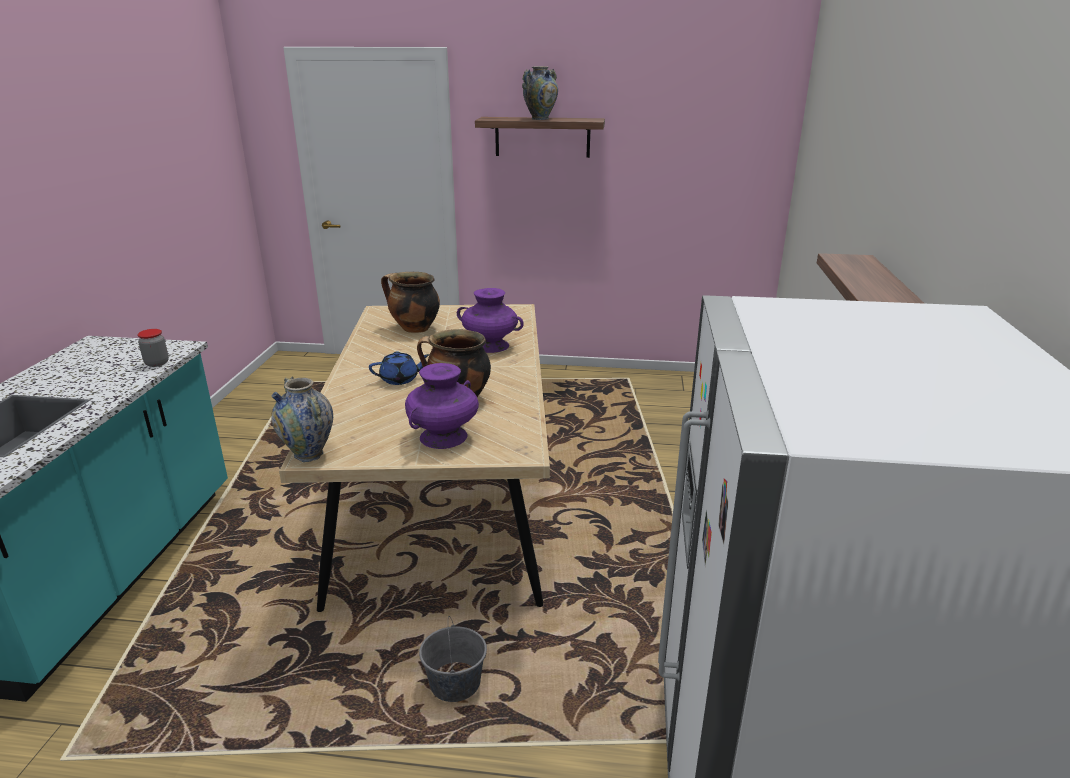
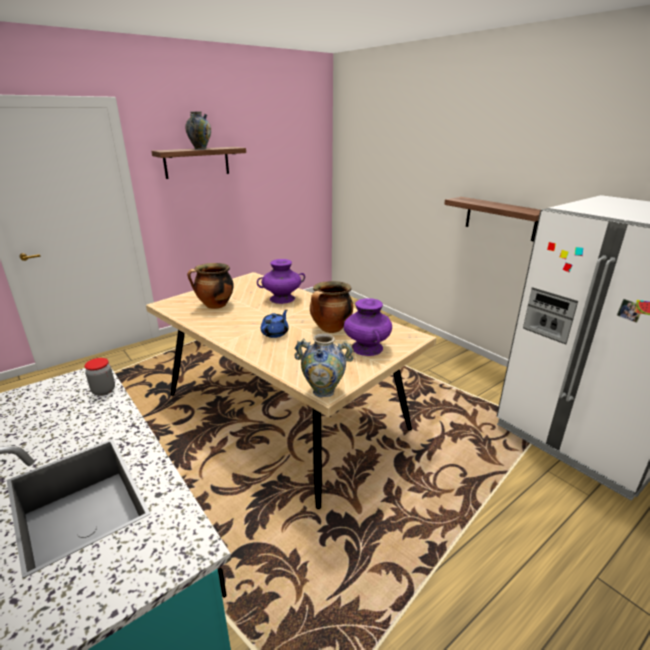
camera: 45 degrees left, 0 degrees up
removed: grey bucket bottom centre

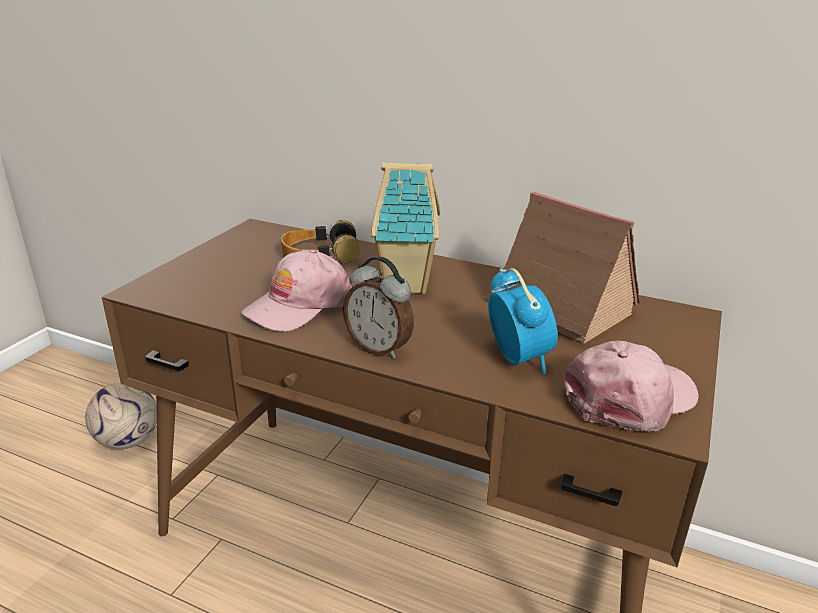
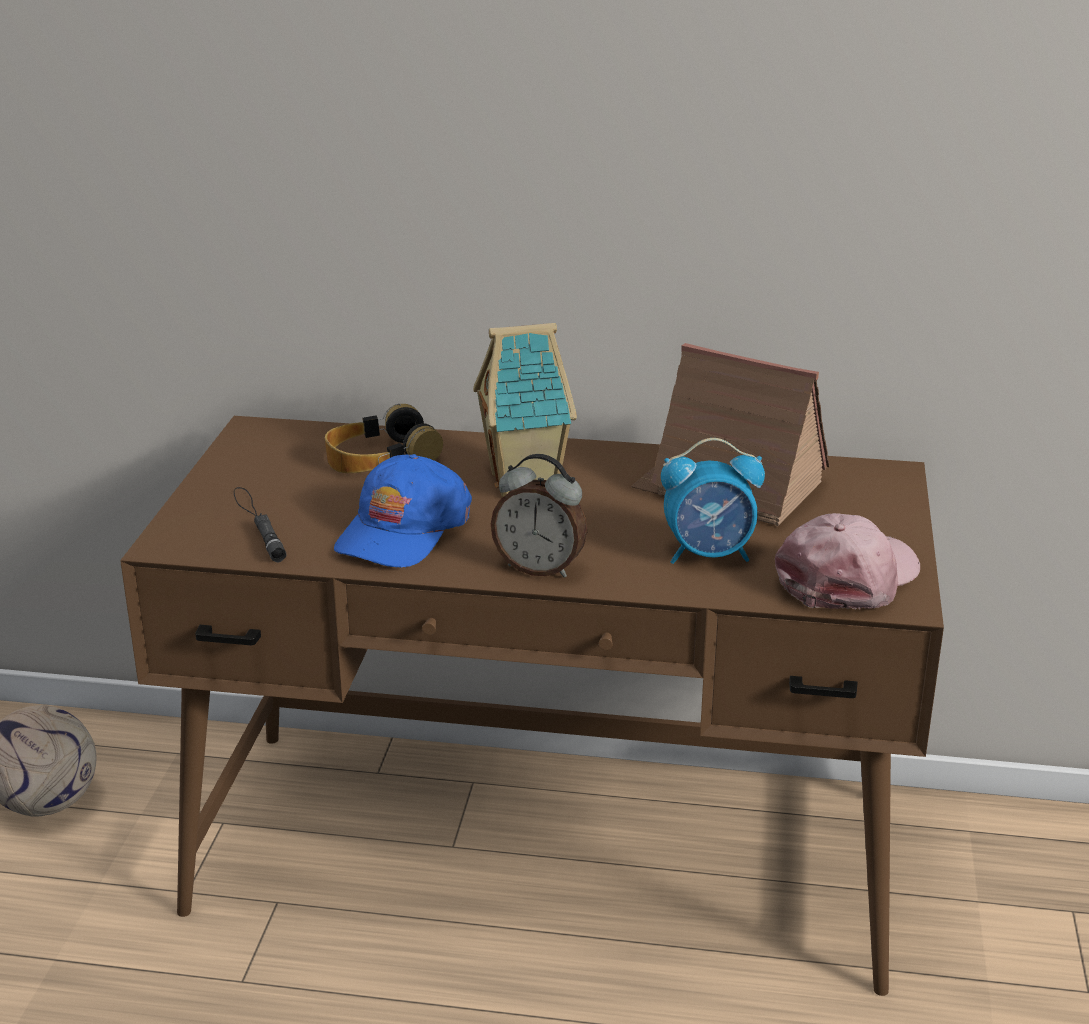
camera: 15 degrees left, 0 degrees up
added: black flashlight middle left
recoloured: pink cap (1st from left) centre to blue cap centre
turned: alarm clock (2nd from left) centre = centre 120 degrees clockwise

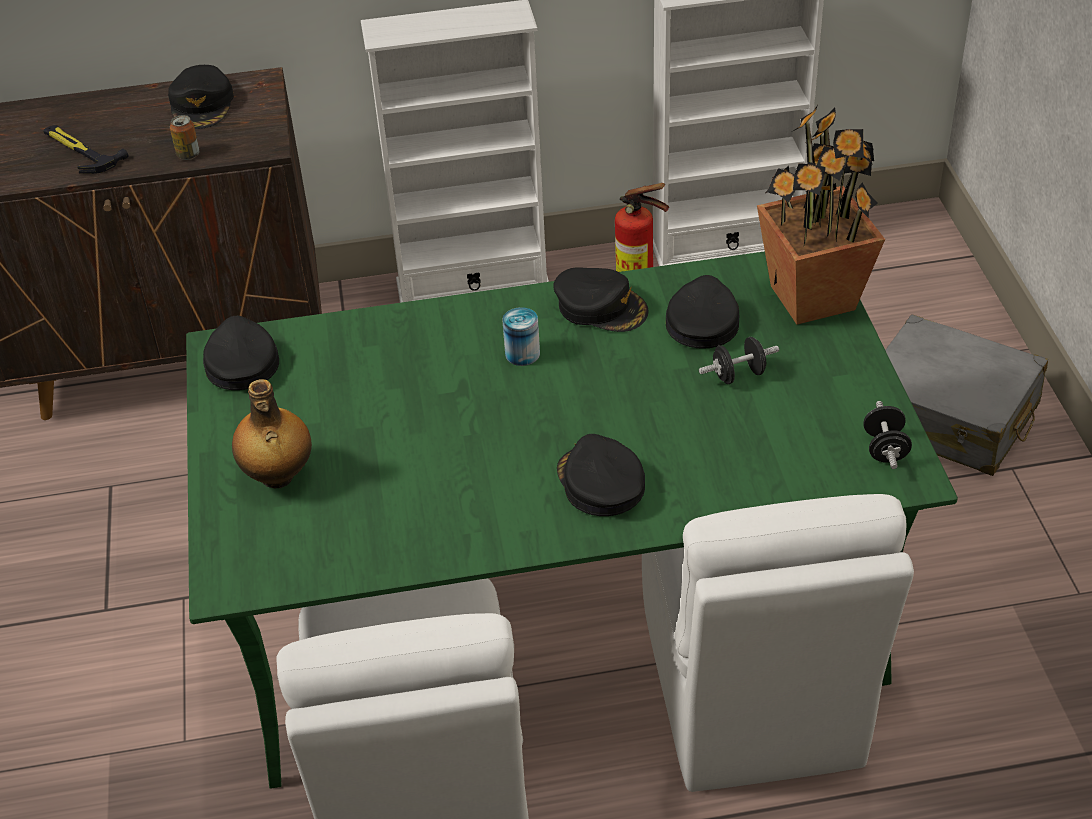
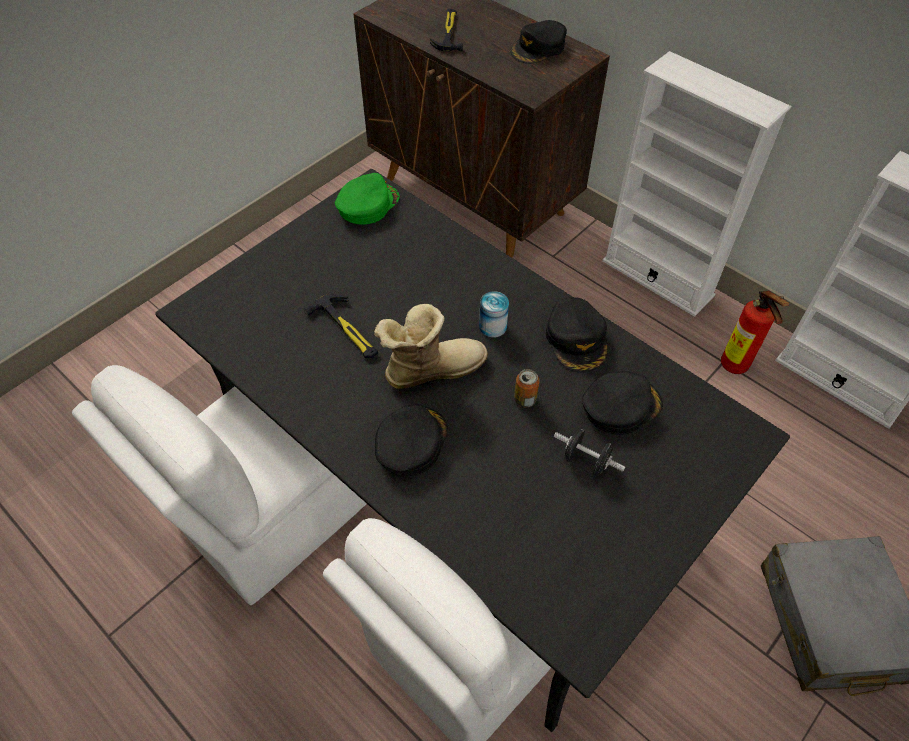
camera: 50 degrees right, 10 degrees up
removed: potted plant top right; bottle middle left; black dumbbell (2nd from left) middle right
added: hammer (1st from left) centre; boot centre
moved: can (1st from left in the first image) top left to can (2nd from left) centre
recoloured: green dining table centre to black dining table centre; black cap (2nd from left) middle left to green cap top centre

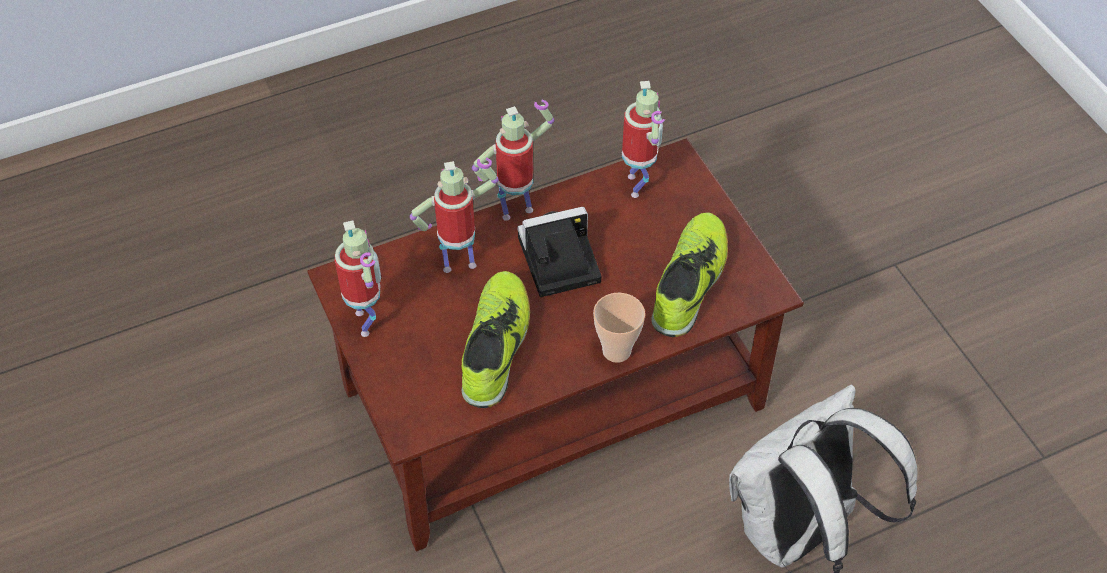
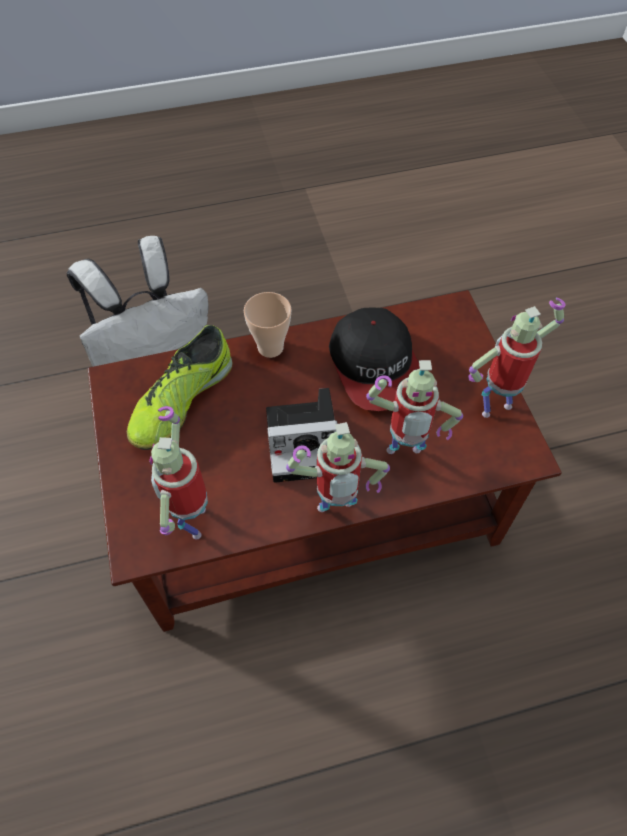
camera: 170 degrees left, 5 degrees up
replaced: shoe (1st from left) centre to cap centre
turned: toy robot (1st from left in the first image) middle left = middle right 75 degrees clockwise

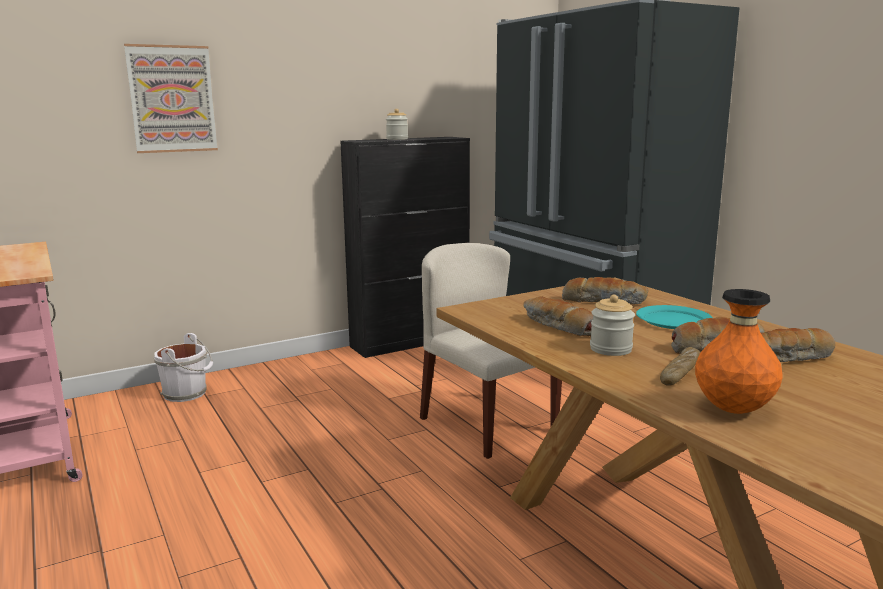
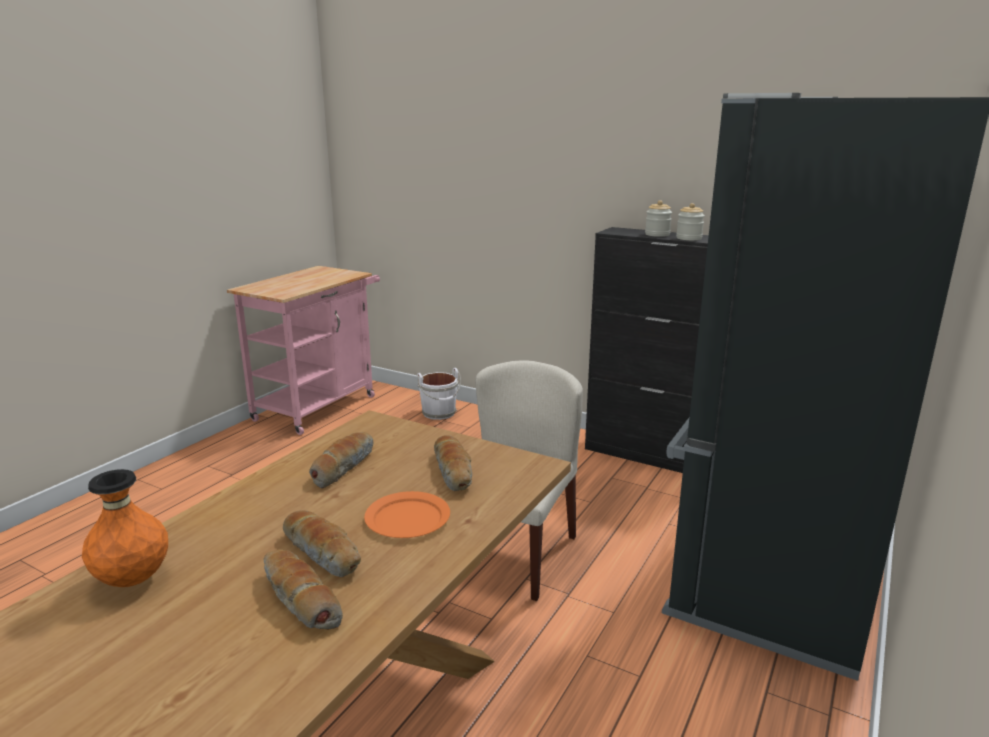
camera: 60 degrees right, 5 degrees up
removed: picture top left; bread (3rd from left) middle right
moved: jar (2nd from left) middle right to top right
recoloured: turquoise plate middle right to orange plate bottom centre

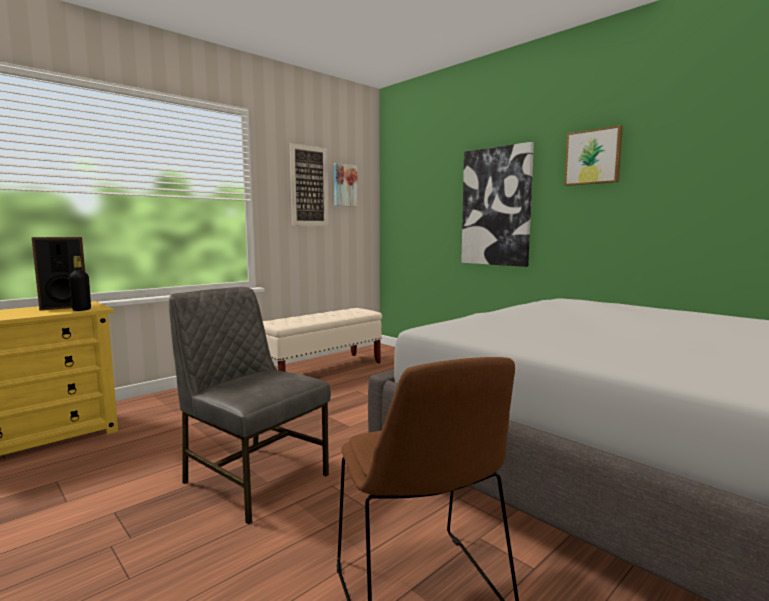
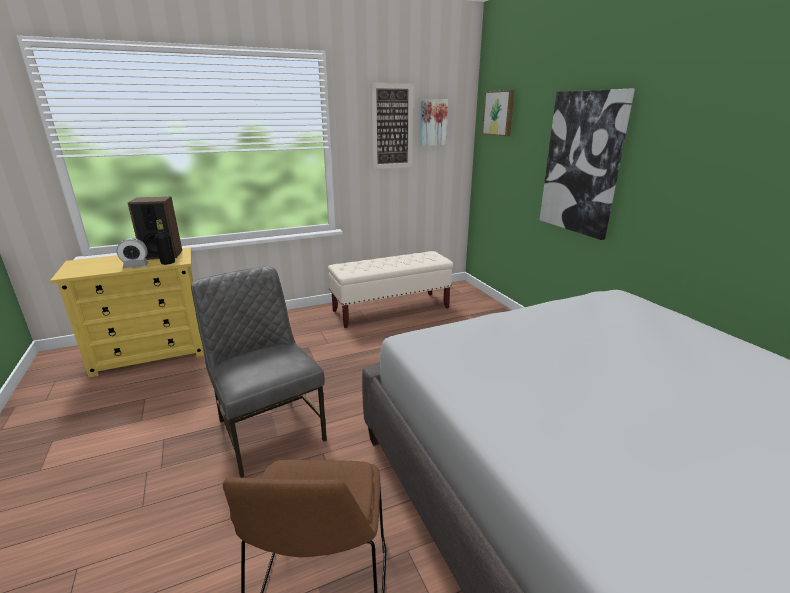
camera: 20 degrees right, 15 degrees up
added: alarm clock middle left
moved: picture (4th from left in the first image) top right to picture (3rd from left) top centre

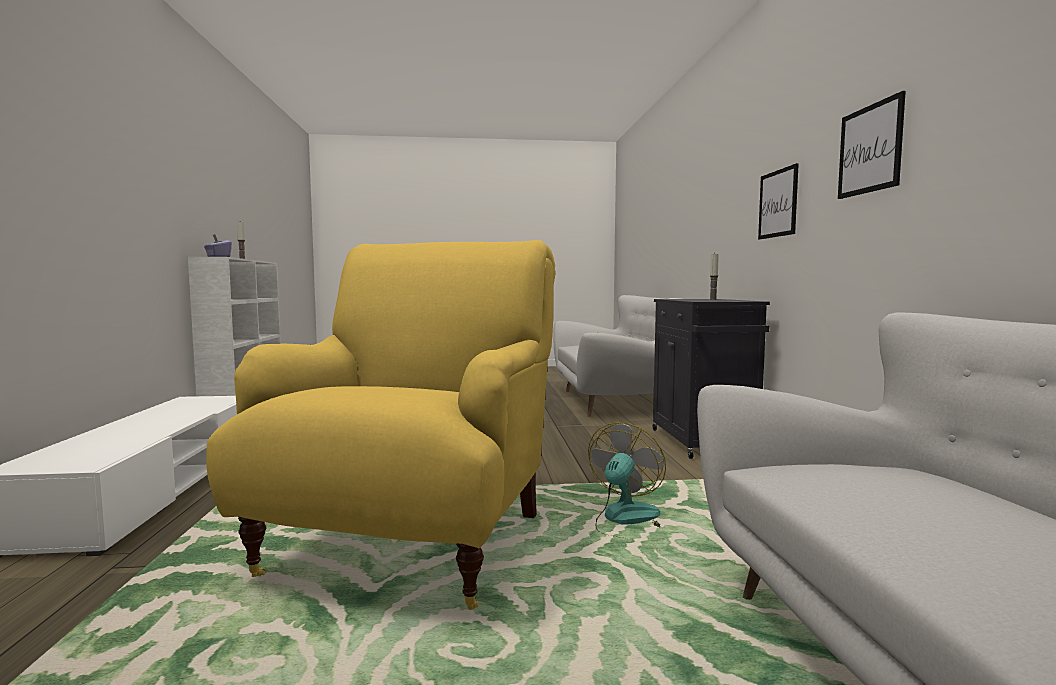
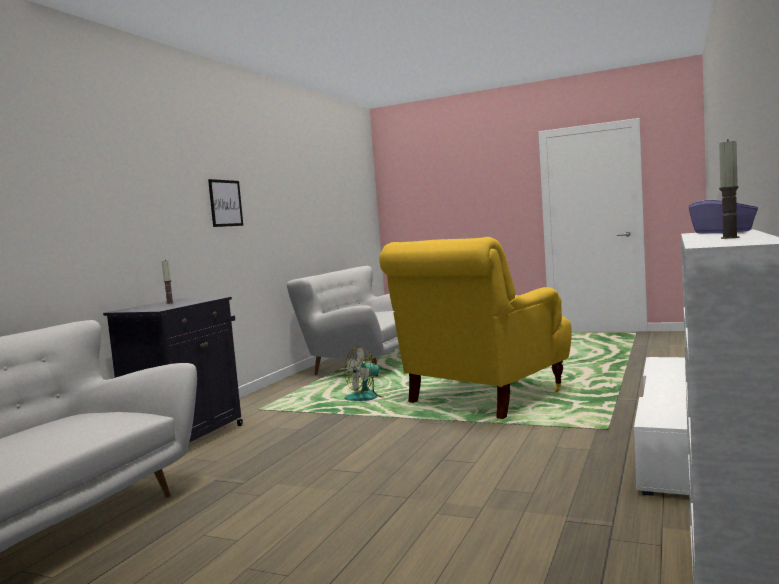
camera: 150 degrees left, 0 degrees up
removed: picture (1st from left) top right

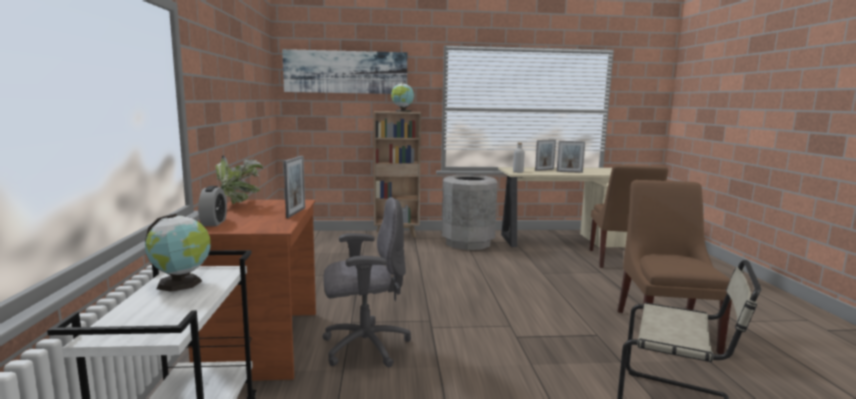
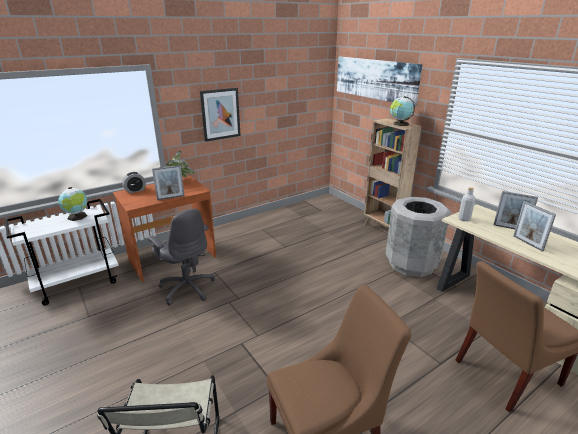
camera: 60 degrees right, 15 degrees up
added: picture (1st from left) top centre

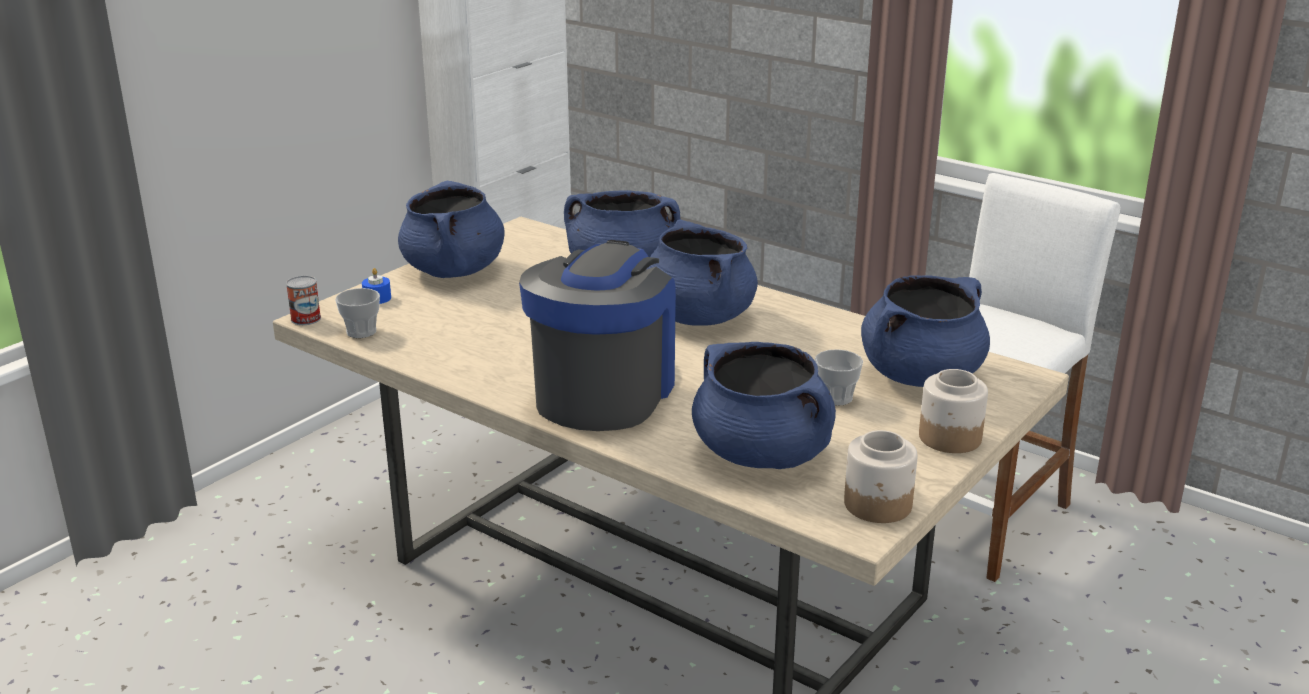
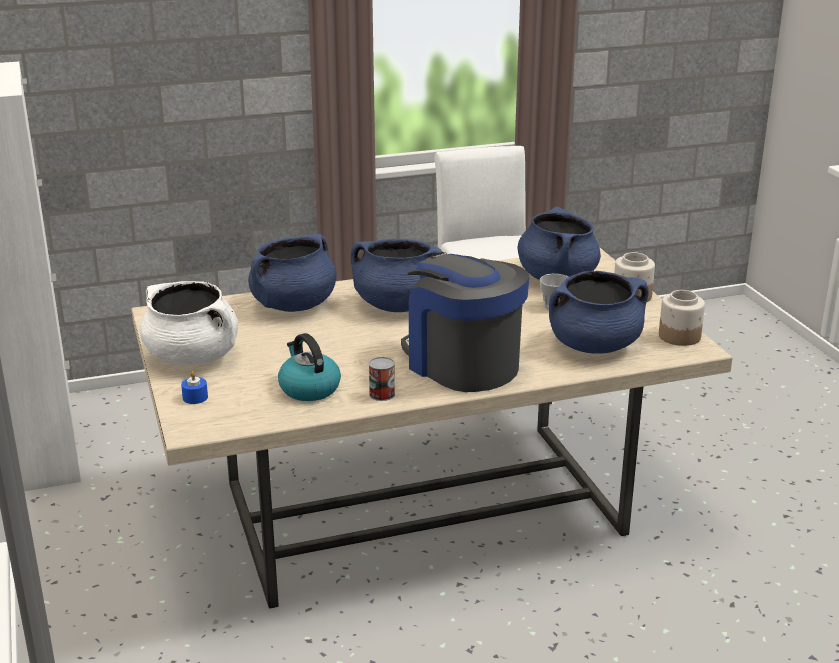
camera: 55 degrees left, 0 degrees up
removed: cup (1st from left) middle left
added: kettle centre
moved: can middle left to centre
recoloured: blue cooking pot (1st from left) top centre to white cooking pot middle left

